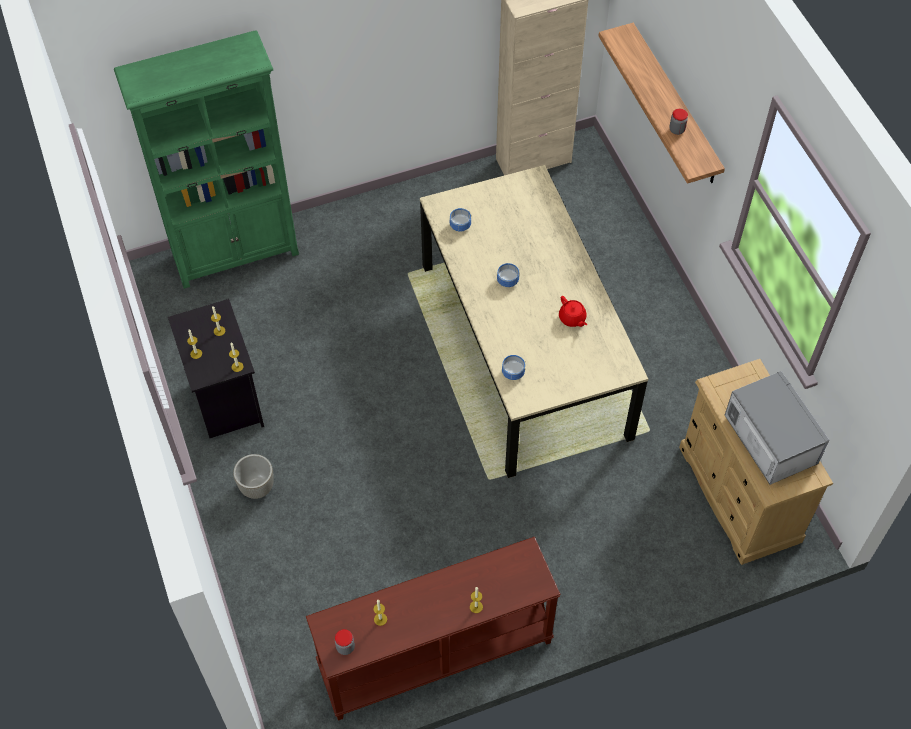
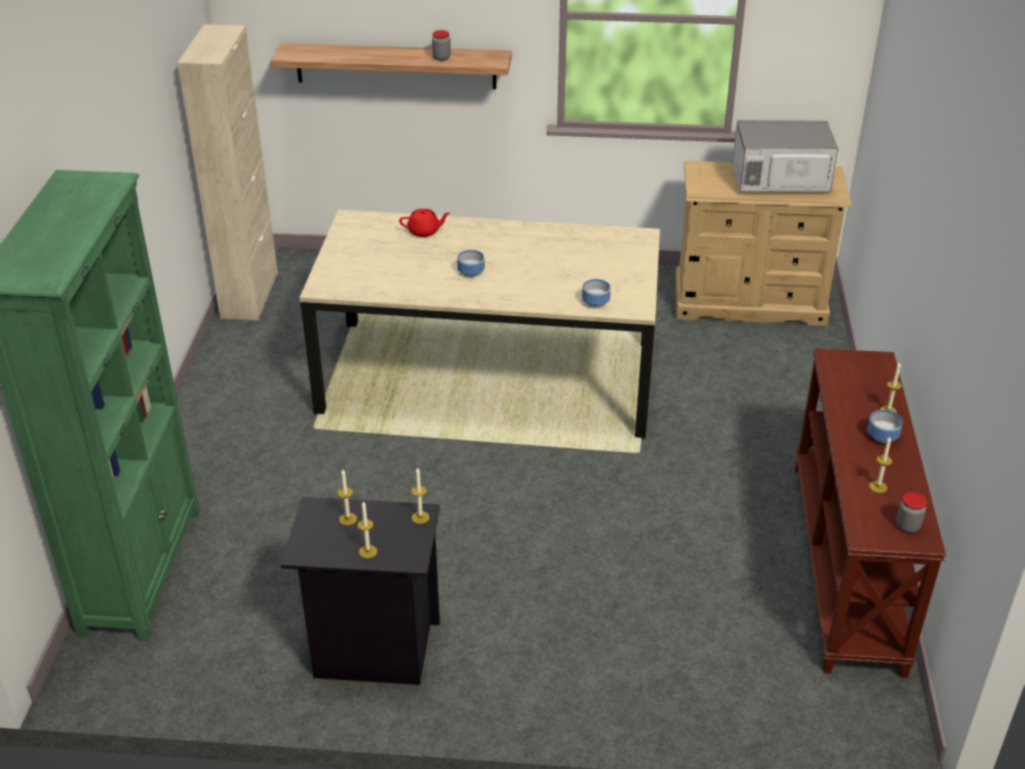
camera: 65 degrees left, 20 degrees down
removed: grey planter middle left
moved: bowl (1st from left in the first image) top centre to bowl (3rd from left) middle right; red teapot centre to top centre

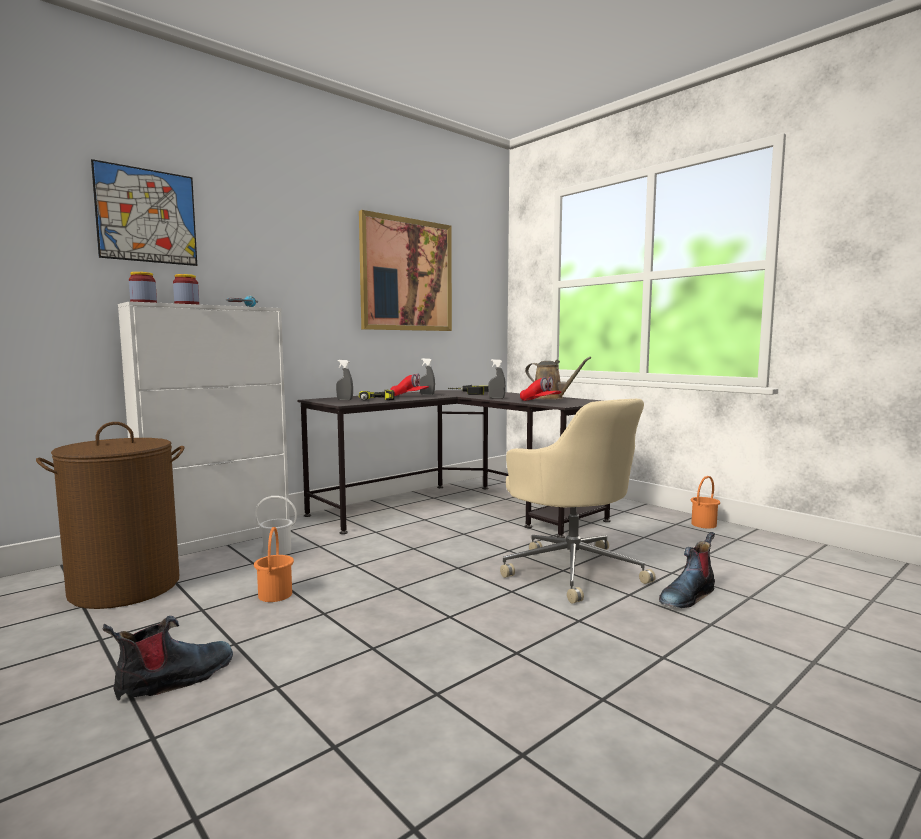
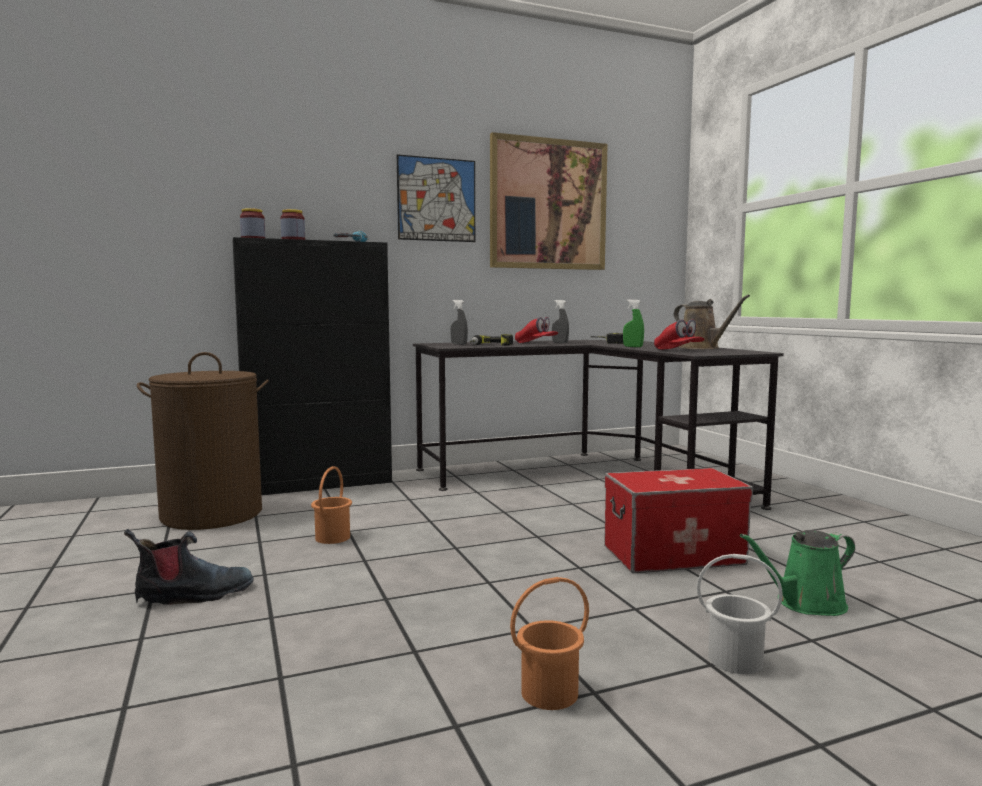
camera: 20 degrees right, 0 degrees up
moved: picture (1st from left) top left to top centre; orange bucket (2nd from left) middle right to bottom centre; white bucket middle left to bottom right
replaced: beige office chair centre to storage box middle right; boot (2nd from left) bottom right to green watering can bottom right
recoloured: white cabinet middle left to black cabinet middle left; grey spray bottle (3rd from left) centre to green spray bottle centre

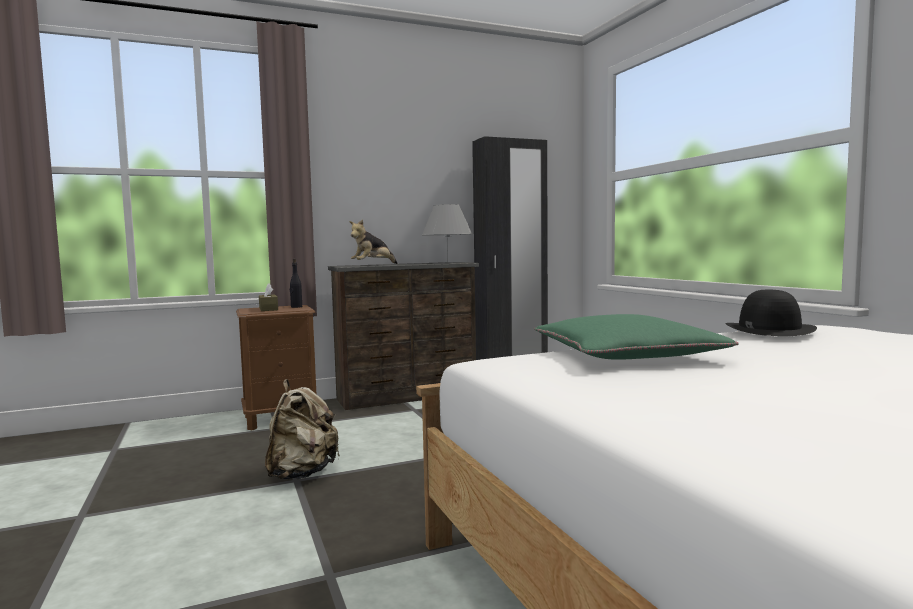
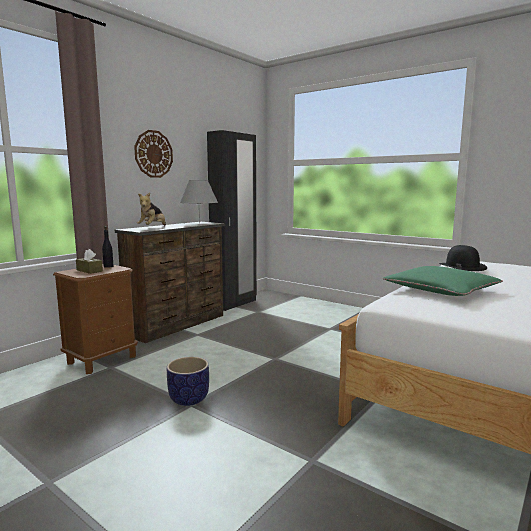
camera: 30 degrees left, 5 degrees up
added: wall clock top left
replaced: beige backpack bottom left to planter bottom centre

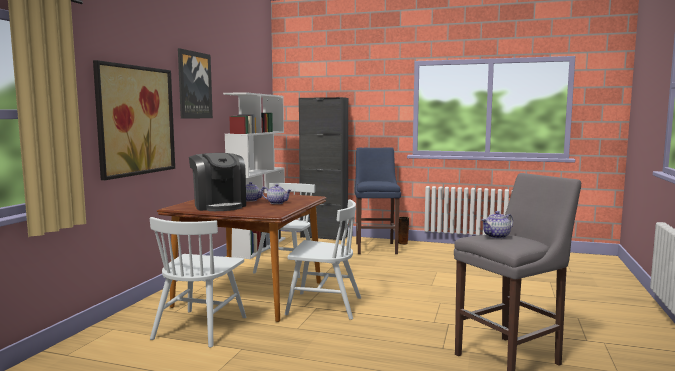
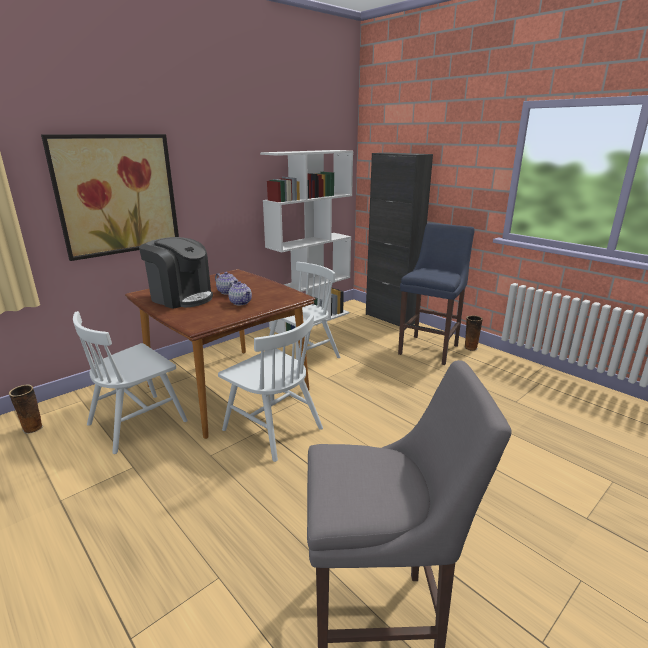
camera: 30 degrees right, 15 degrees up
removed: picture (2nd from left) top left; teapot (3rd from left) middle right
added: vase (1st from left) middle left
turned: coffee machine middle left = middle left 60 degrees counterclockwise

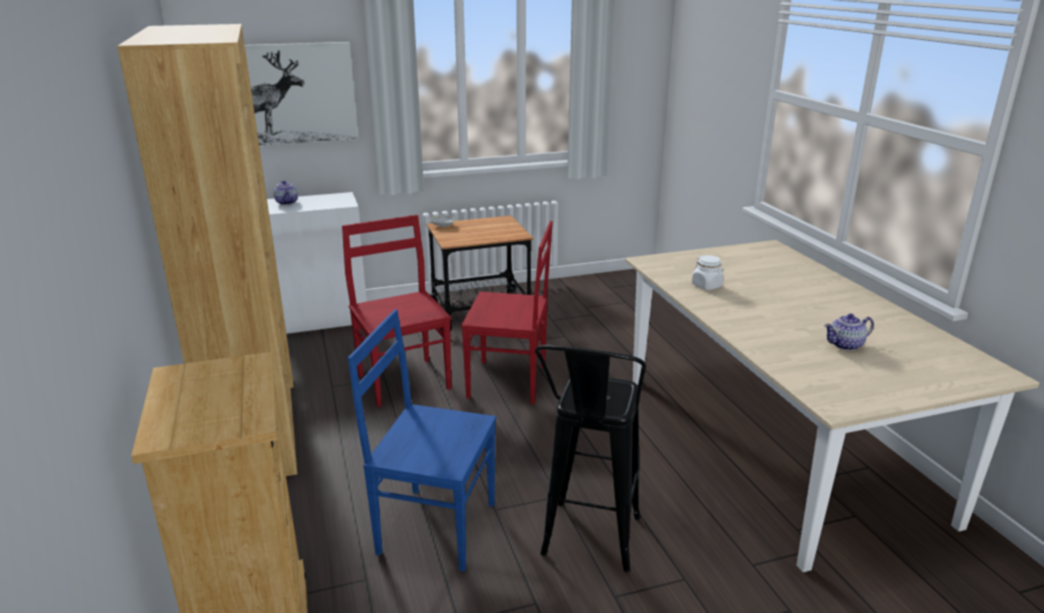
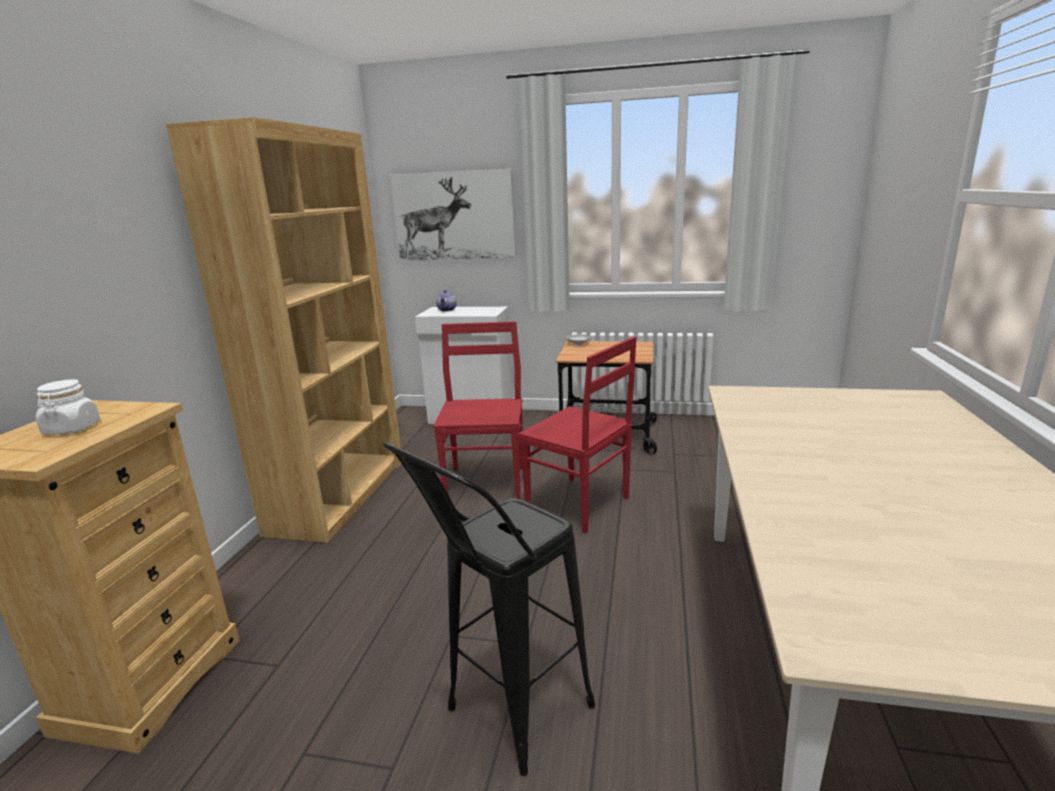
camera: 30 degrees right, 5 degrees down
removed: blue chair bottom centre; teapot (2nd from left) middle right
moved: white jar middle right to middle left

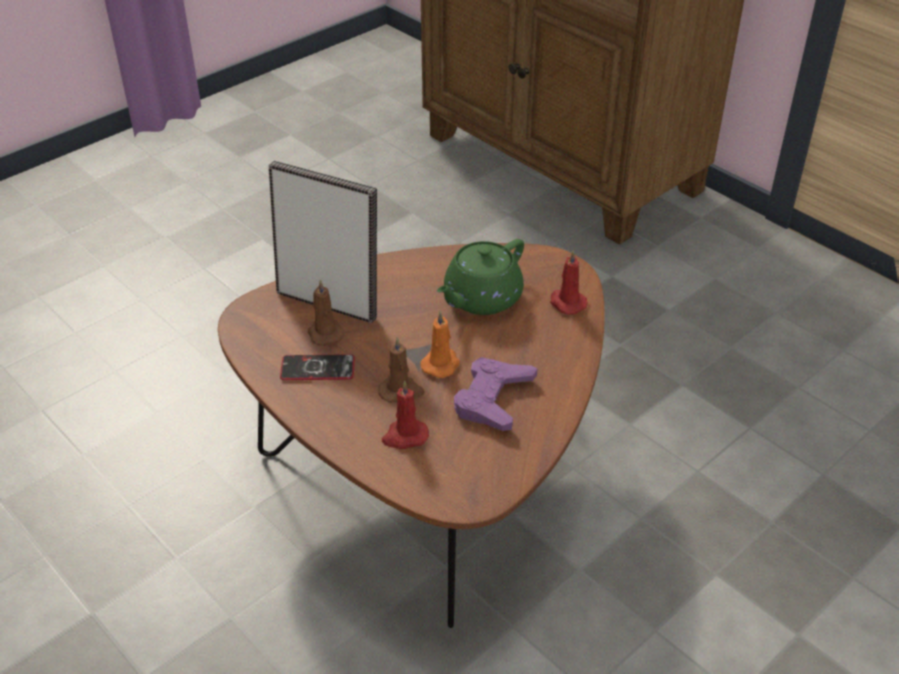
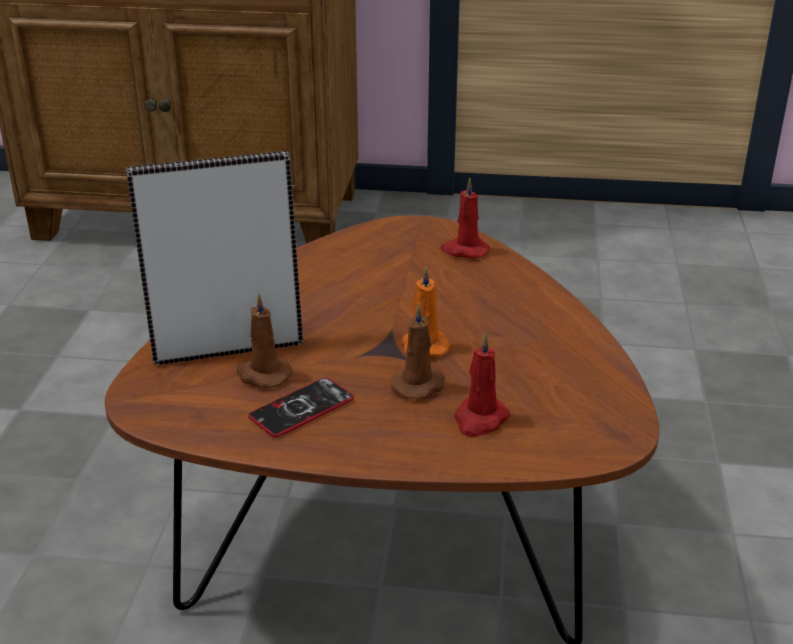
camera: 40 degrees left, 10 degrees down
removed: green teapot centre; purple game controller centre

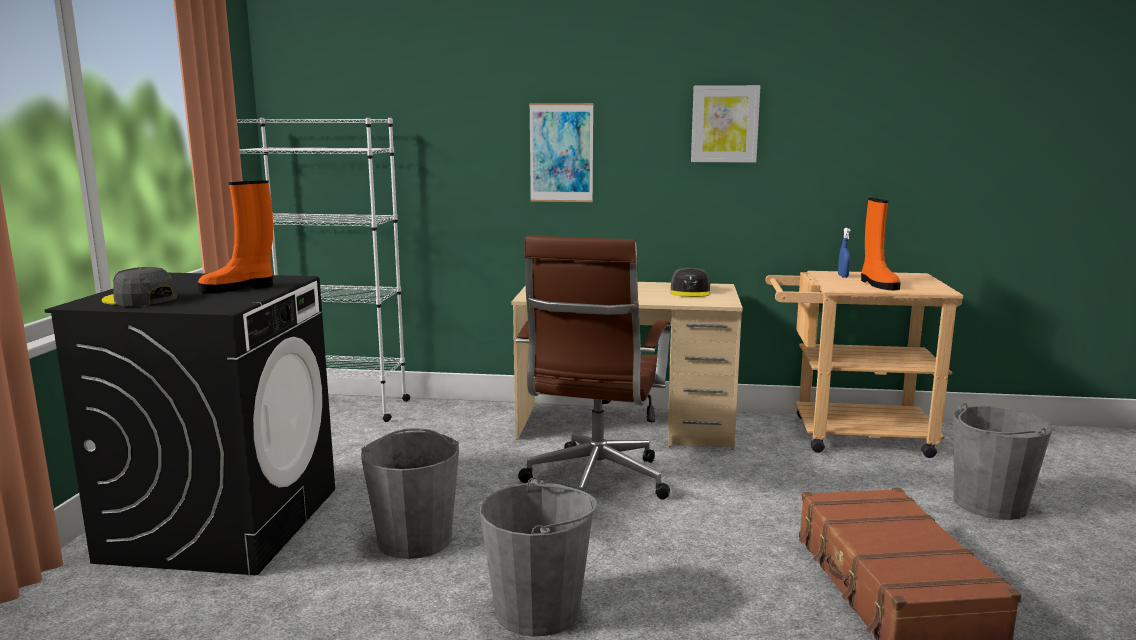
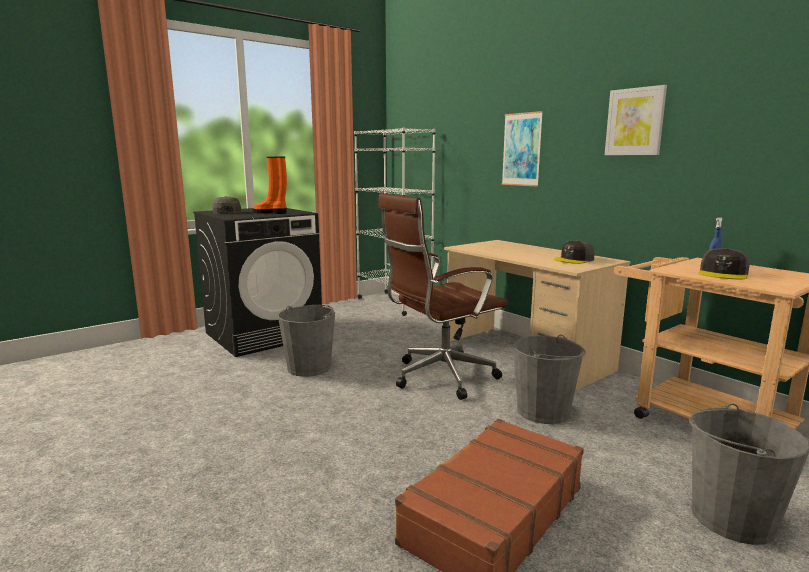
camera: 45 degrees right, 0 degrees up
moved: grey bucket (2nd from left) bottom centre to middle right
replaced: orange boot (2nd from left) middle right to grey cap (3rd from left) middle right

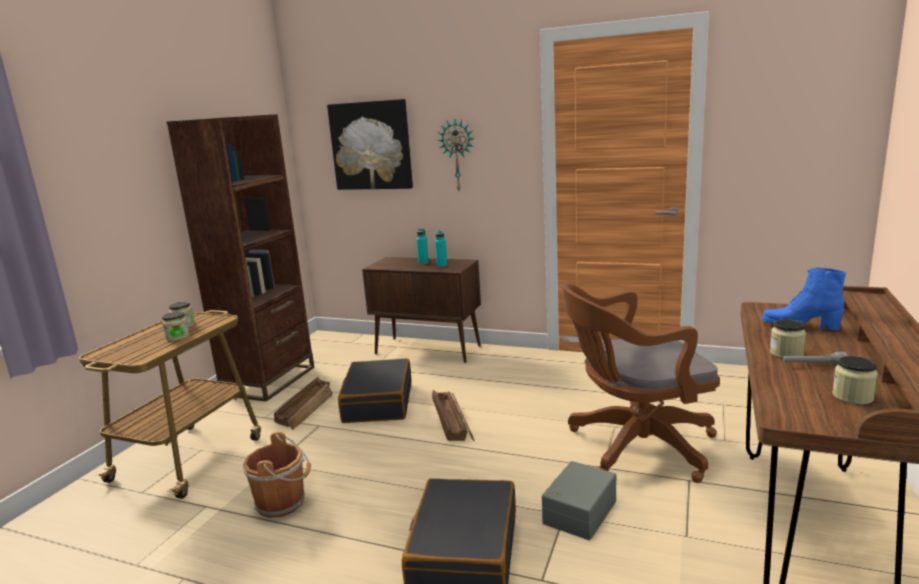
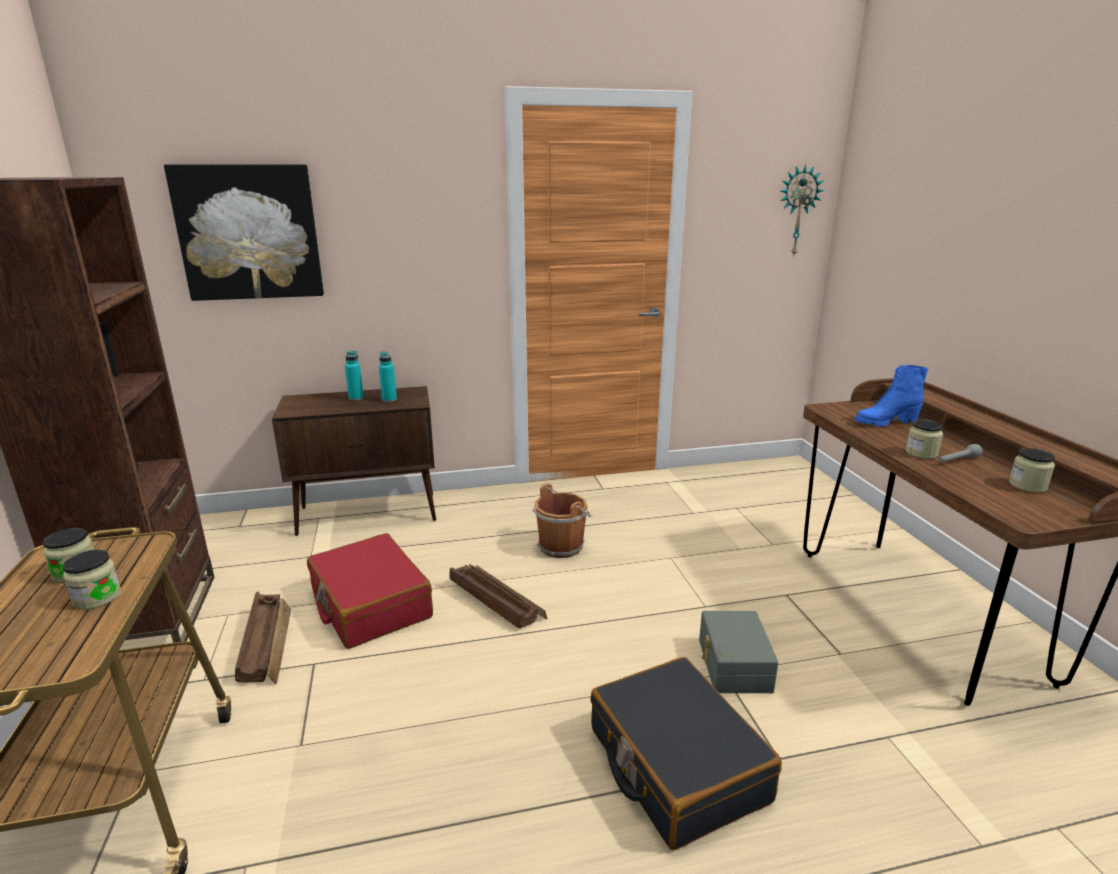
camera: 35 degrees left, 5 degrees up
removed: brown office chair middle right
moved: wall clock top centre to top right; brown bucket bottom left to centre
recoloured: black suitcase (1st from left) bottom centre to red suitcase bottom left

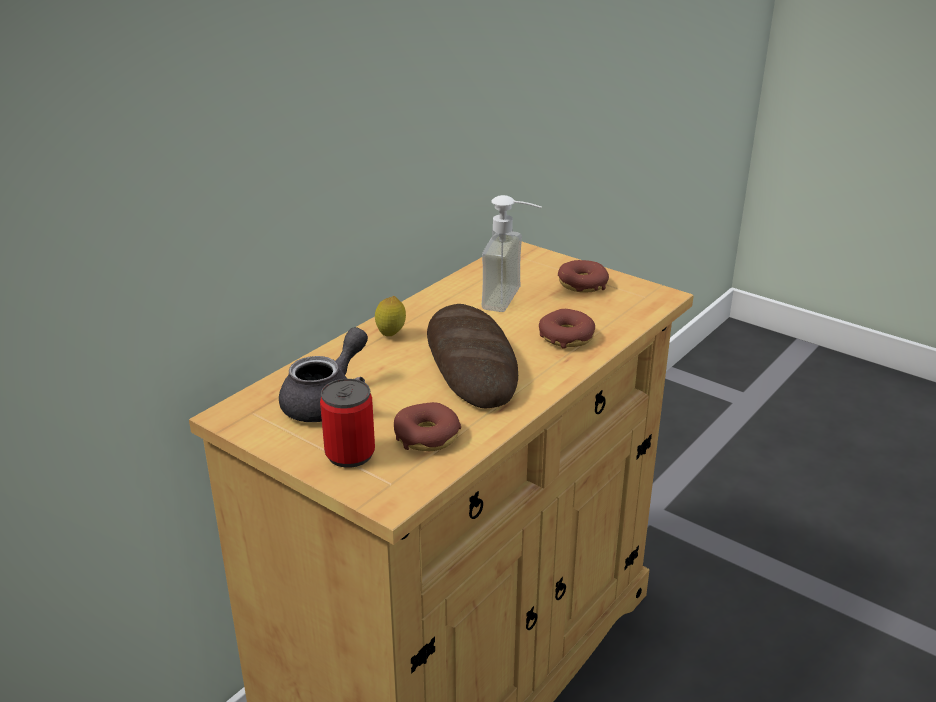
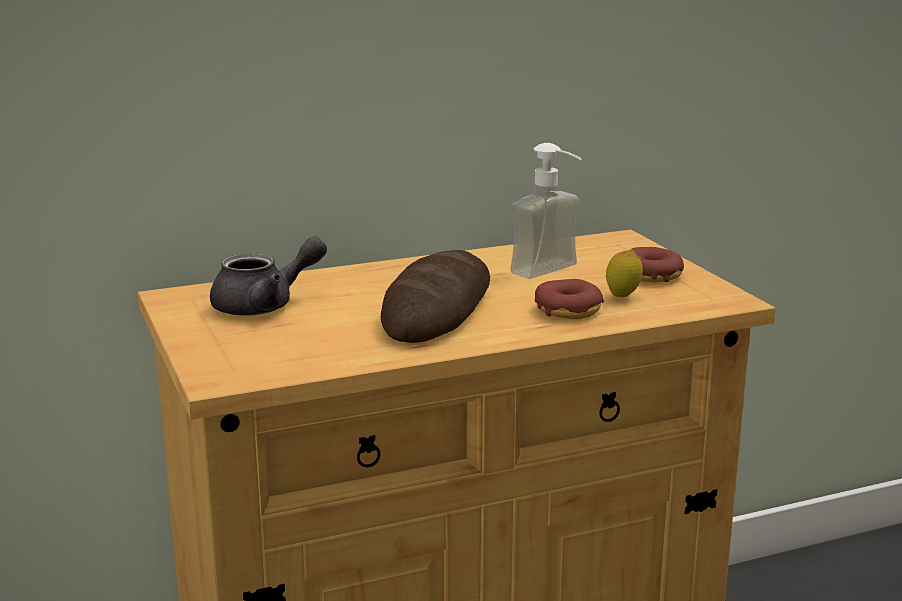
camera: 30 degrees right, 10 degrees down
removed: can centre; donut (1st from left) centre
moved: lemon centre to middle right

